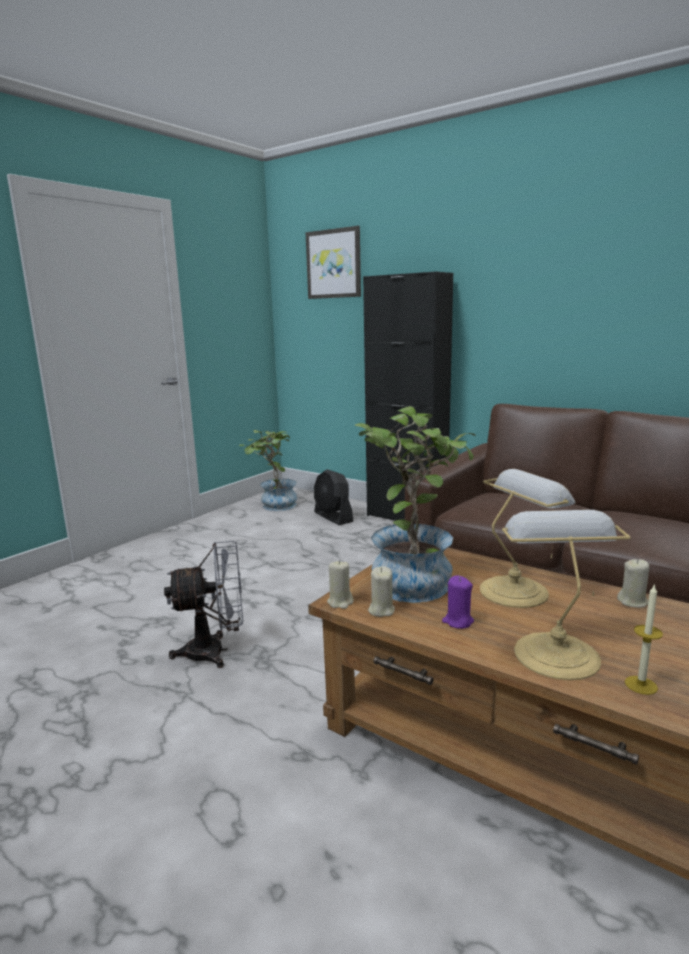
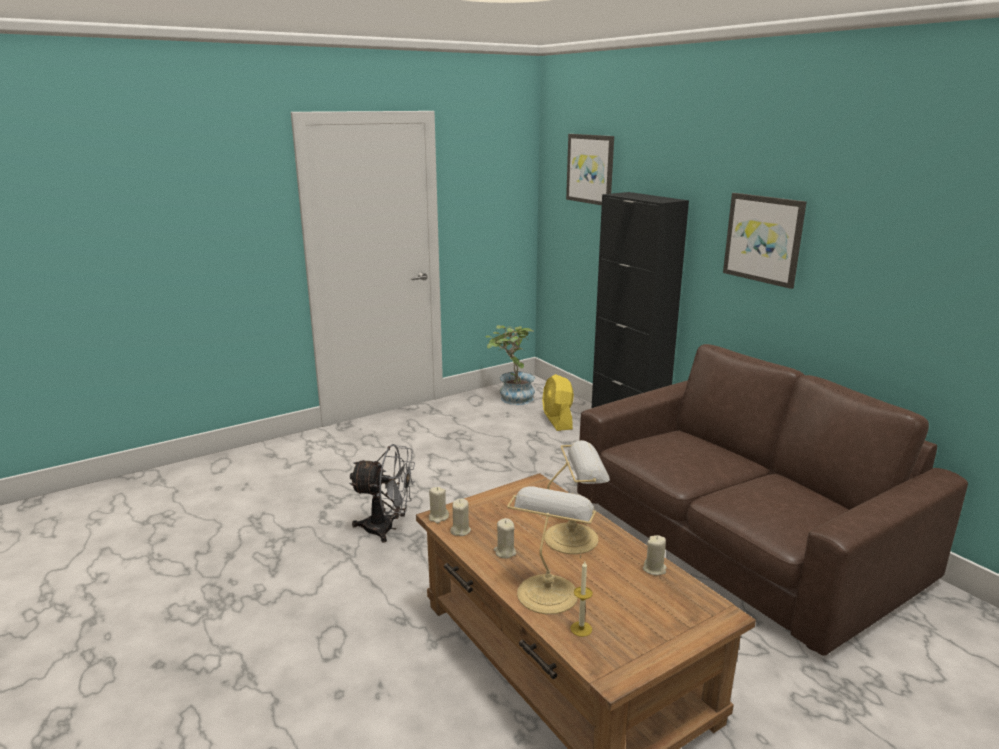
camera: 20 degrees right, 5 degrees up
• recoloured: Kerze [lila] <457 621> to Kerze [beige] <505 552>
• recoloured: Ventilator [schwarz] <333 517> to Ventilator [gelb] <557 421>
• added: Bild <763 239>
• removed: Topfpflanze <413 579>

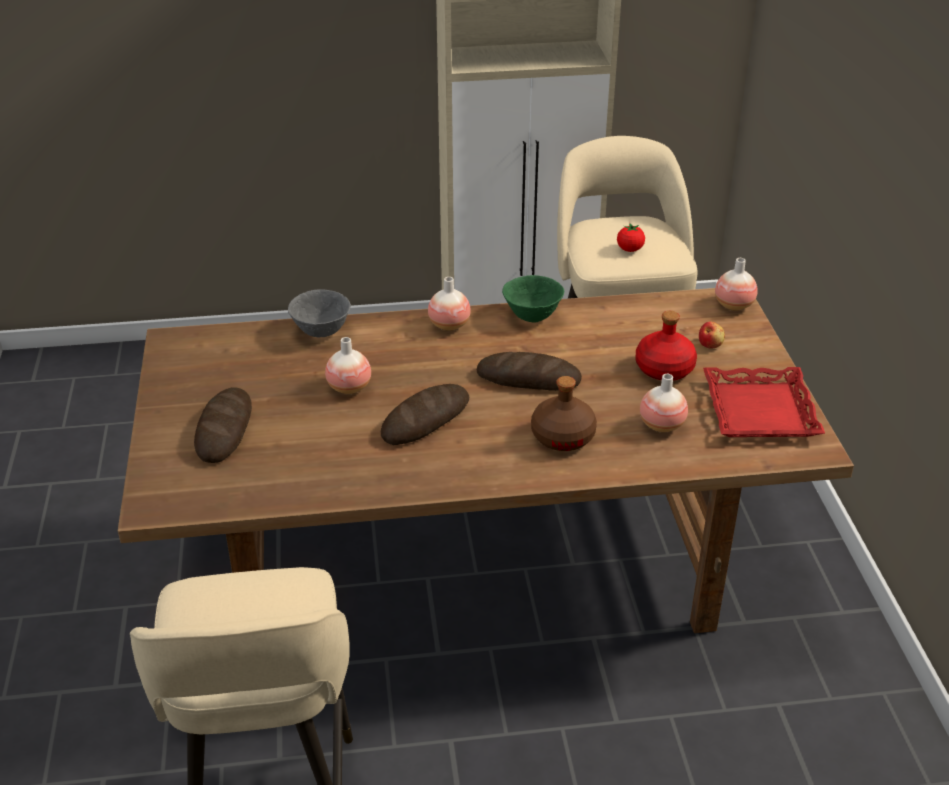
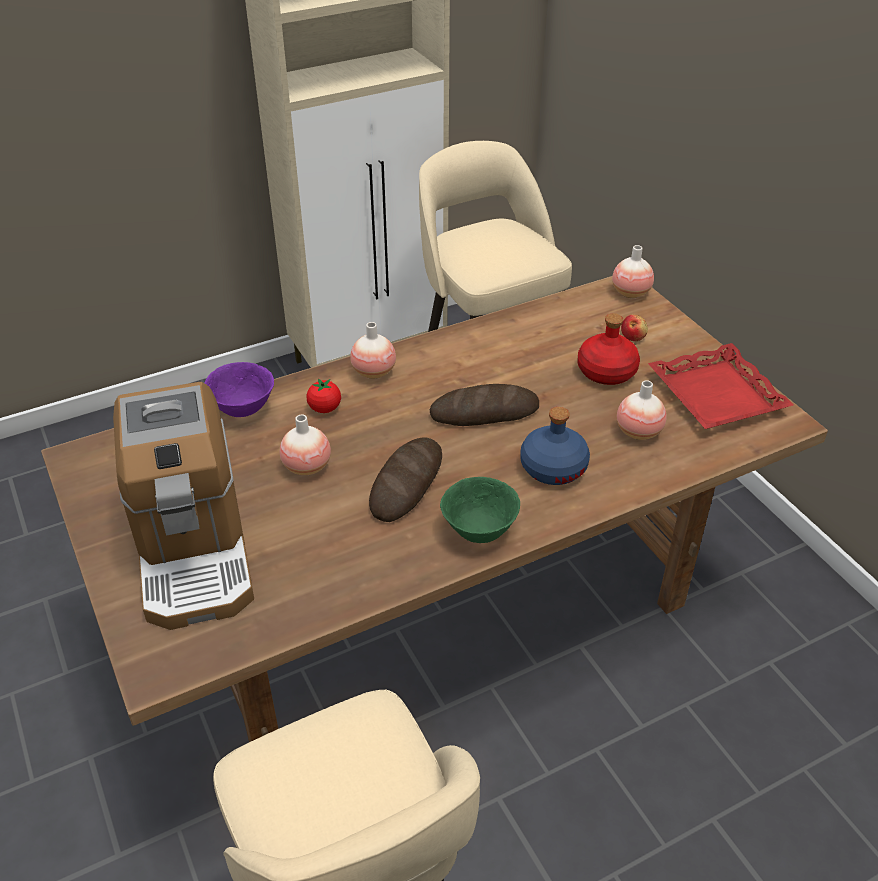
camera: 20 degrees left, 5 degrees up
• replaced: Brot <224 430> to Kaffeemaschine <194 551>
• recoloured: Schüssel [grau] <321 332> to Schüssel [lila] <243 409>
• moved: Tomate <630 249> to <325 408>
• moved: Schüssel [grün] <531 316> to <478 531>
• recoloured: Flasche [braun] <562 436> to Flasche [blau] <553 467>

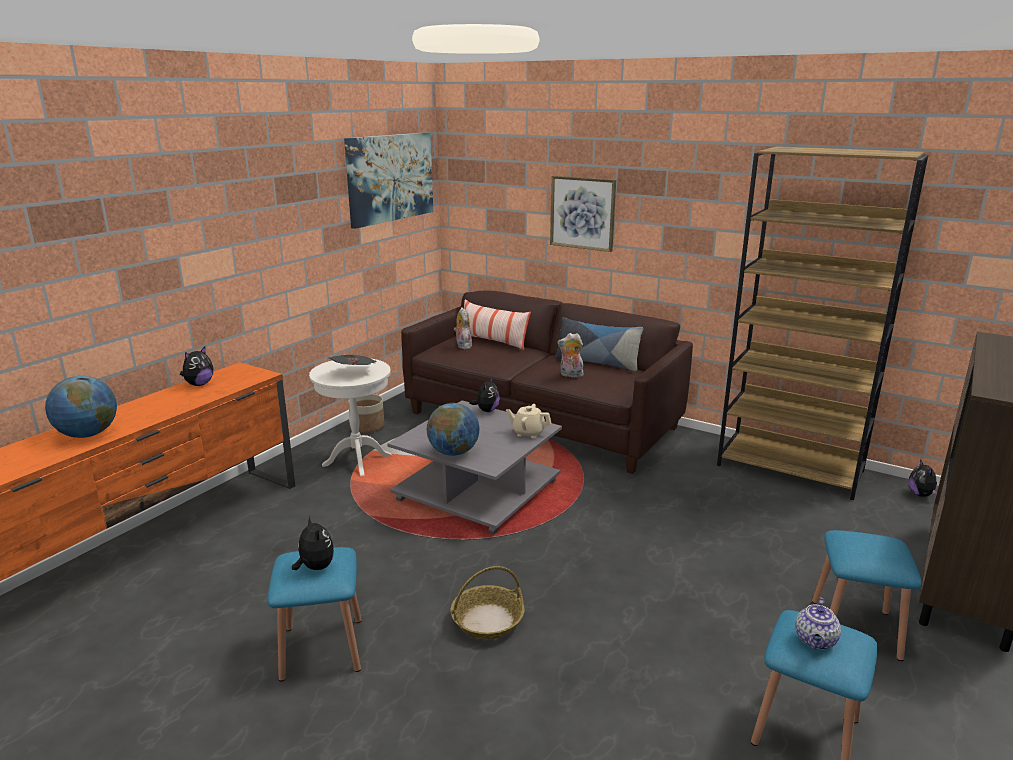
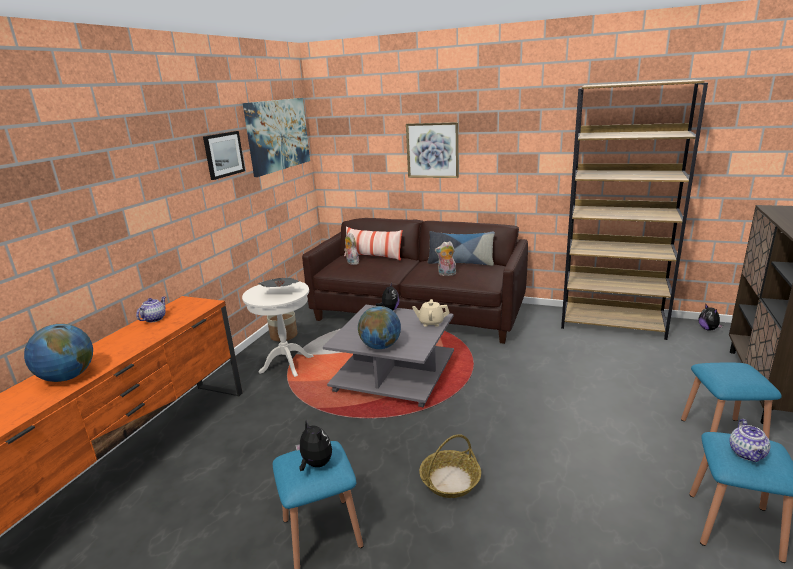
camera: 10 degrees left, 0 degrees up
• replaced: Plüschtier <199 384> to Teekanne <154 319>
• added: Bild <223 154>

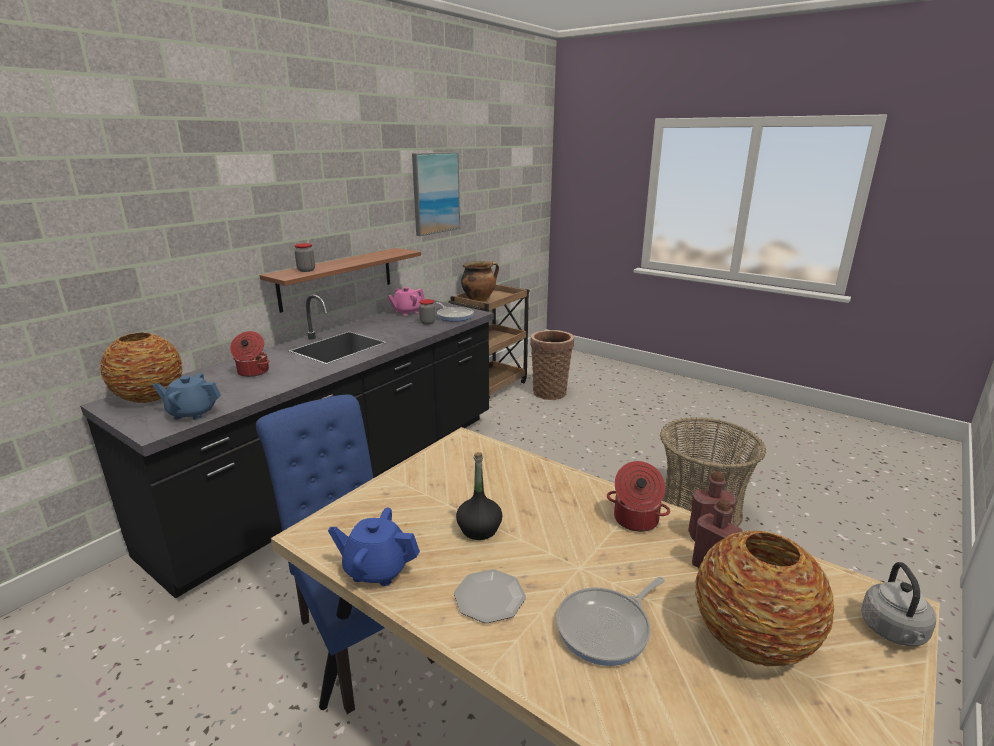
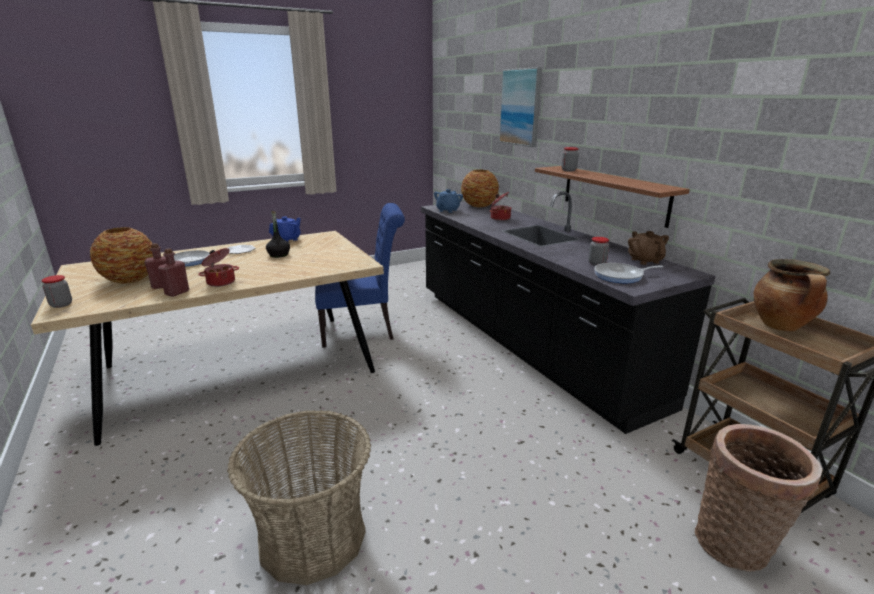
camera: 115 degrees right, 0 degrees up
• replaced: Wasserkessel [grau] <893 632> to Vorratsglas <61 304>
• moved: Bild <435 193> to <520 107>
• recoloured: Teekanne [rosa] <407 312> to Teekanne [braun] <645 260>

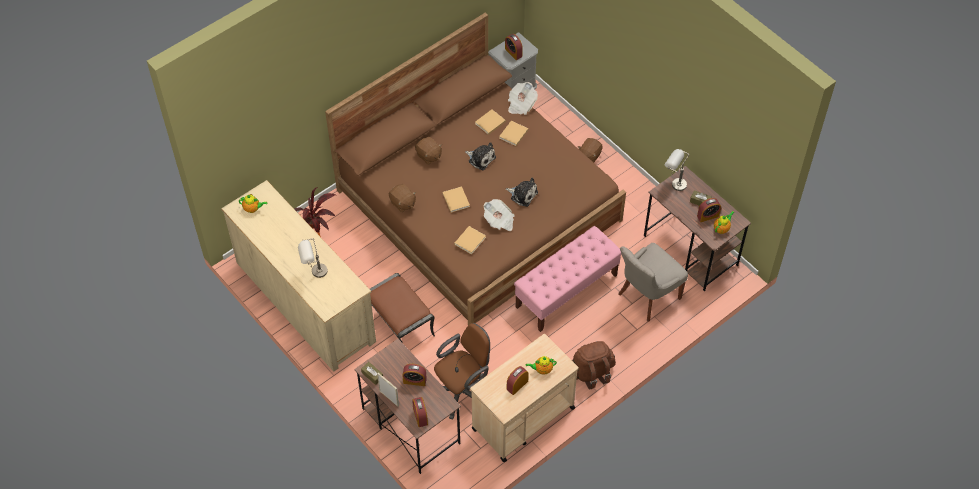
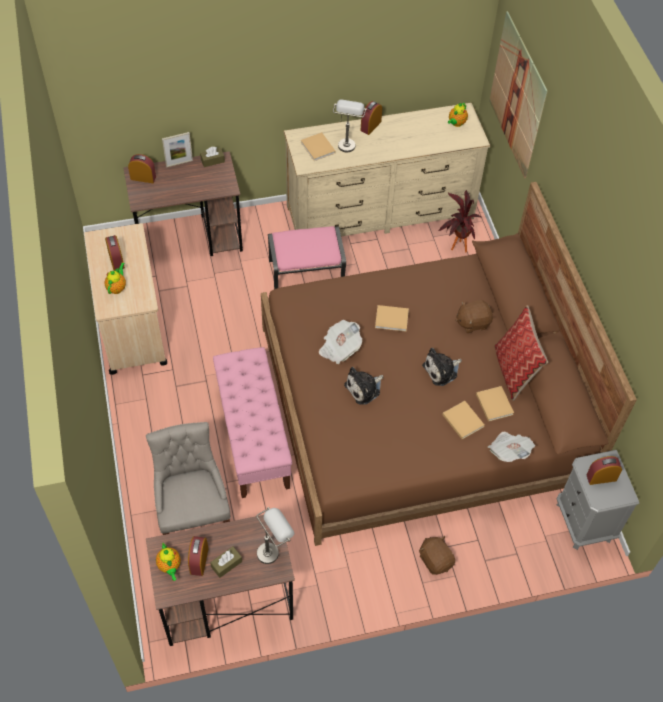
camera: 115 degrees right, 0 degrees up
• recoloured: Polsterhocker [braun] <399 324> to Polsterhocker [rosa] <307 273>
• moved: Buch [beige] <470 240> to <318 148>
• moved: Wecker <414 380> to <370 126>
• added: Bild <517 96>
• added: Kissen <514 371>
• removed: Plüschtier [braun] <402 203>
• removed: Bürostuhl [braun] <463 391>
• removed: Rucksack [braun] <591 373>

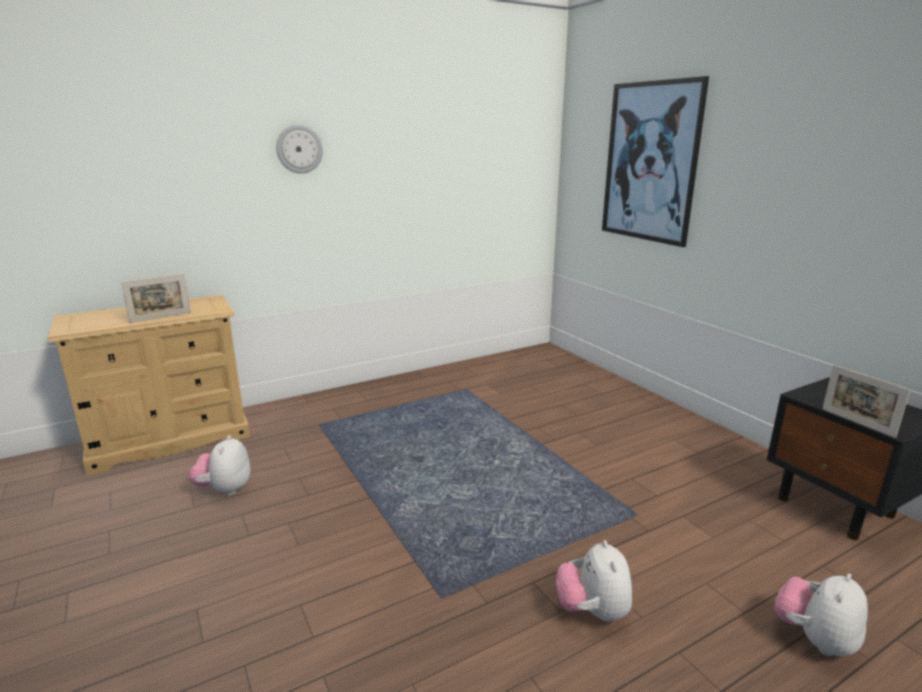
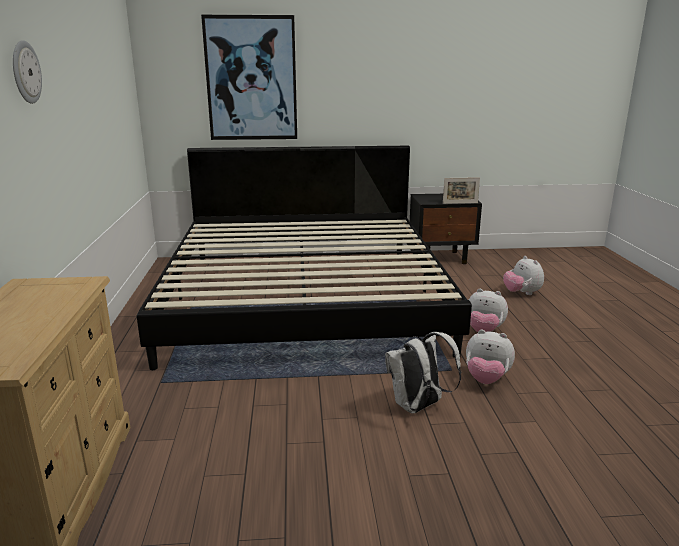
camera: 65 degrees left, 0 degrees up
• added: Bett <305 297>
• added: Rucksack [weiß] <418 407>
• moved: Plüschtier <225 489> to <486 379>
• removed: Bilderrahmen <161 317>

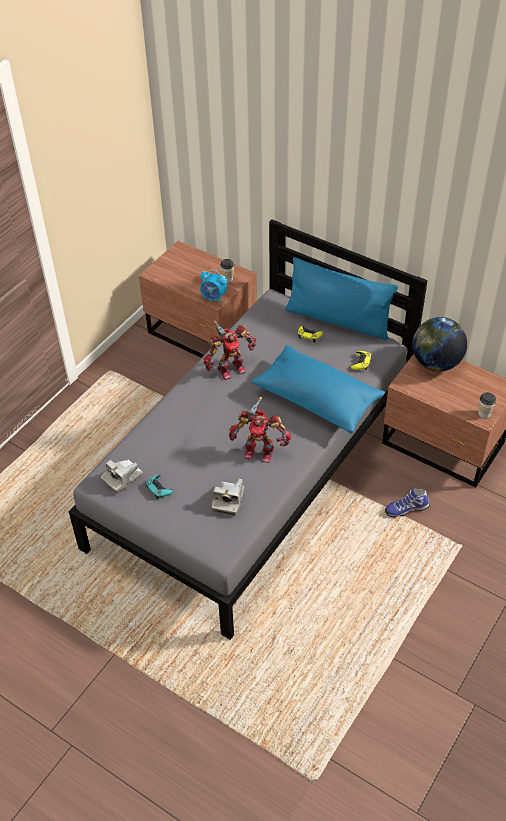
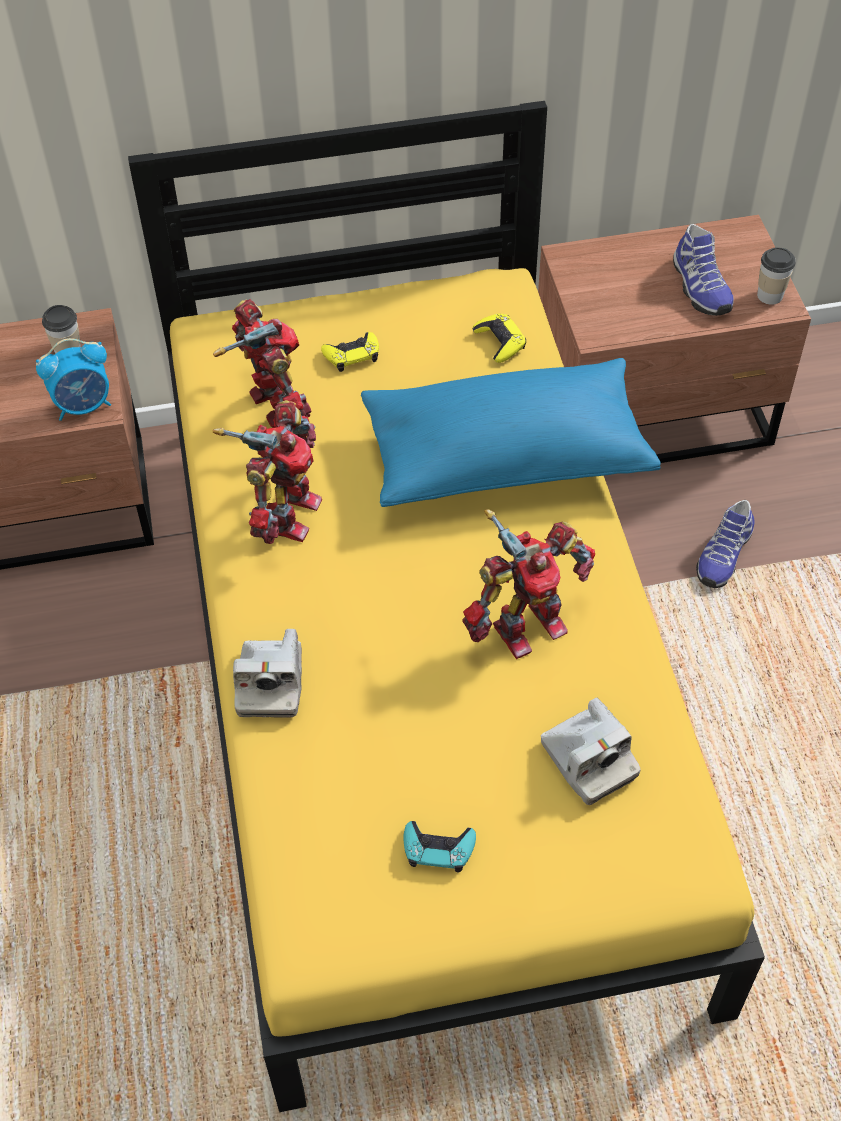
camera: 45 degrees left, 5 degrees up
• recoloured: Bett [grau] <254 471> to Bett [gelb] <424 686>
• added: Spielzeugroboter <274 407>
• moved: Kamera <122 478> to <270 683>
• added: Schuh <698 288>
• removed: Kissen [blau] <338 320>
• removed: Globus <436 363>

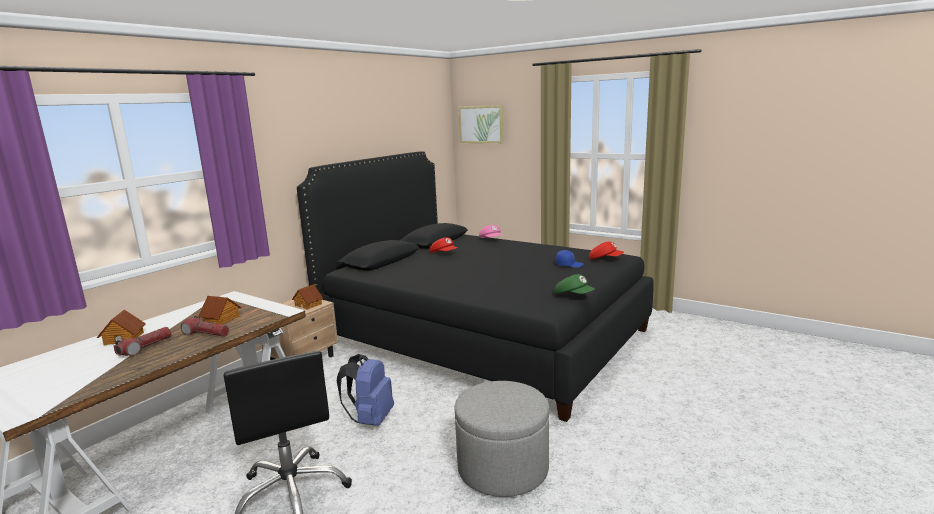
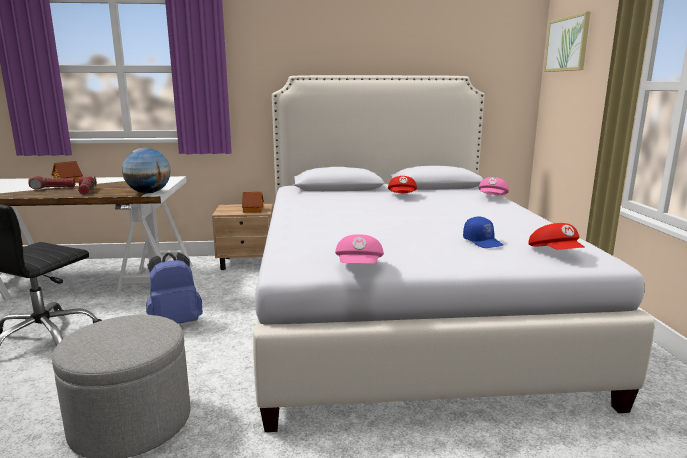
camera: 50 degrees right, 0 degrees up
• added: Globus <149 193>
• recoloured: Bett [schwarz] <482 336> to Bett [weiß] <400 309>
• recoloured: Kappe [grün] <574 295> to Kappe [rosa] <360 267>
• removed: Spielzeughaus <221 320>

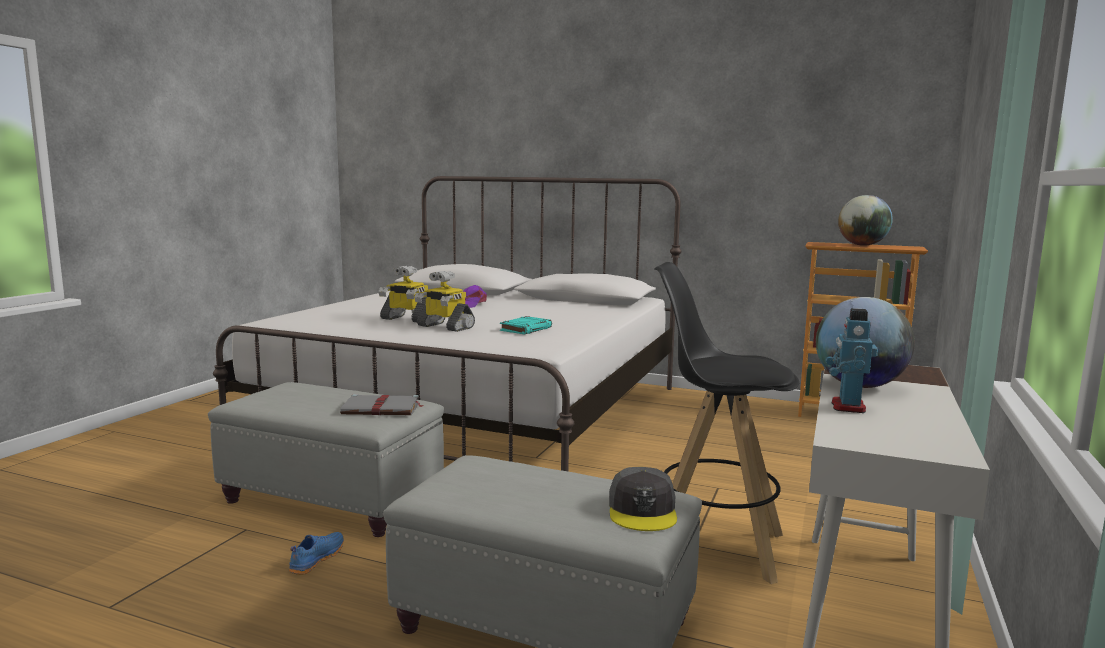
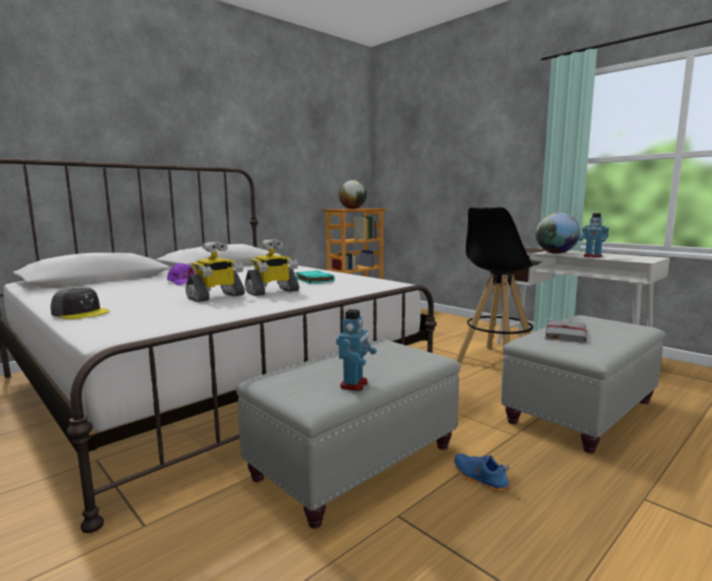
camera: 65 degrees left, 0 degrees up
• moved: Kappe [grau] <643 511> to <81 313>
• added: Spielzeugroboter <354 385>
• moved: Buch [grau] <382 409> to <565 333>

